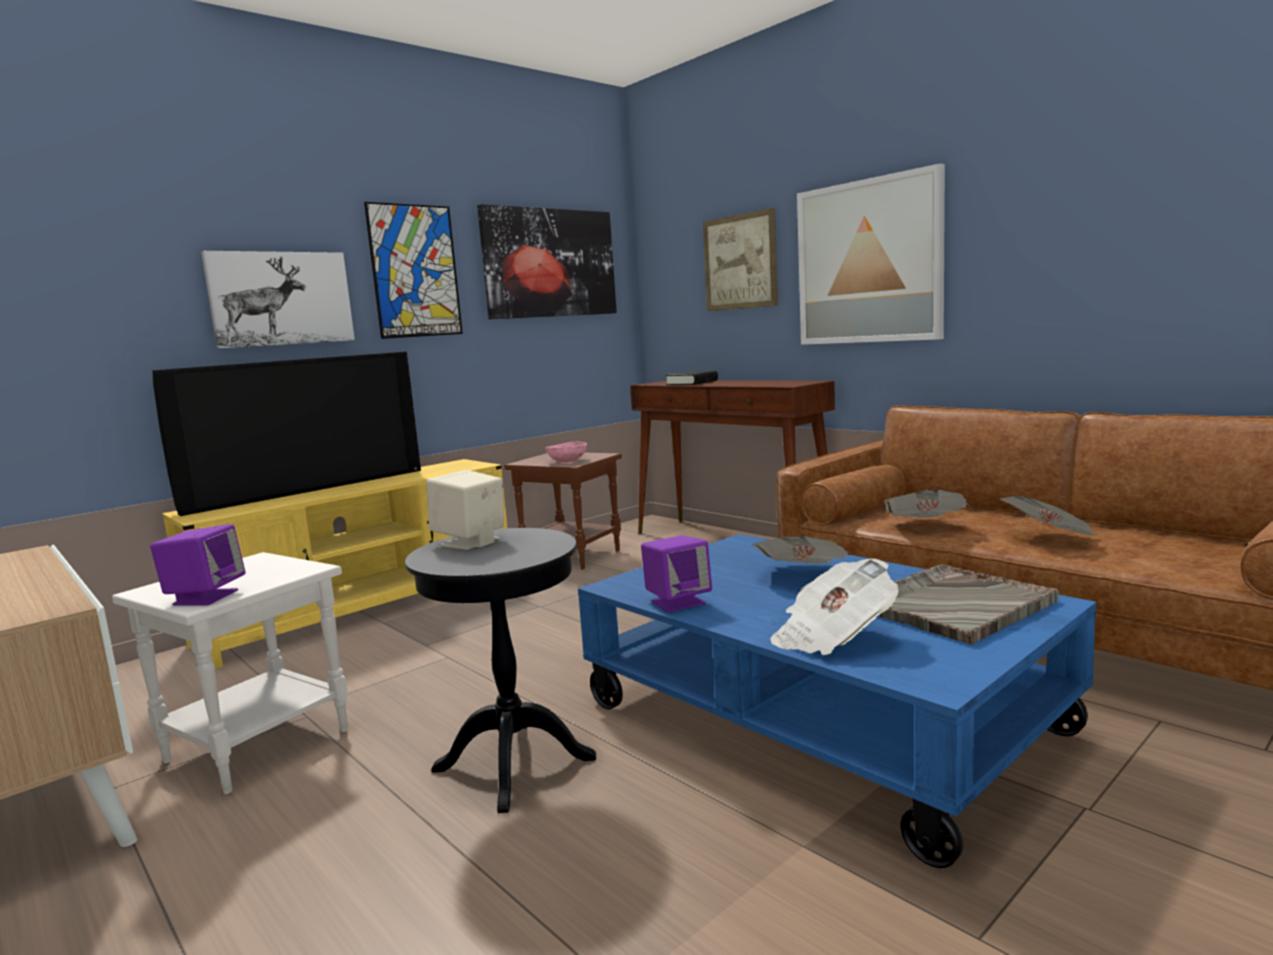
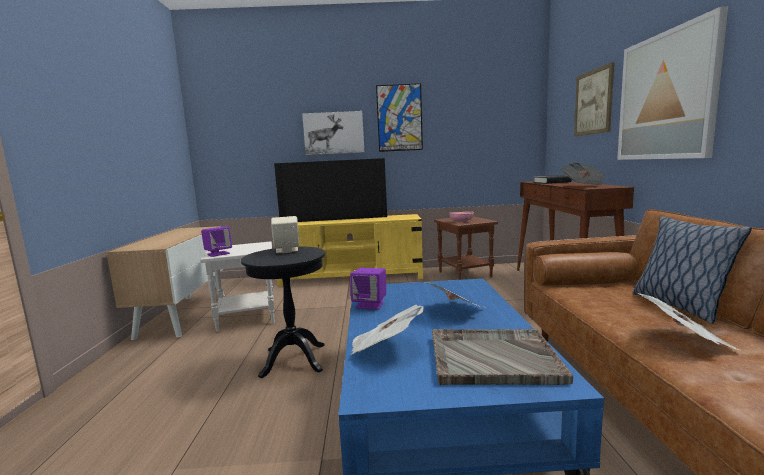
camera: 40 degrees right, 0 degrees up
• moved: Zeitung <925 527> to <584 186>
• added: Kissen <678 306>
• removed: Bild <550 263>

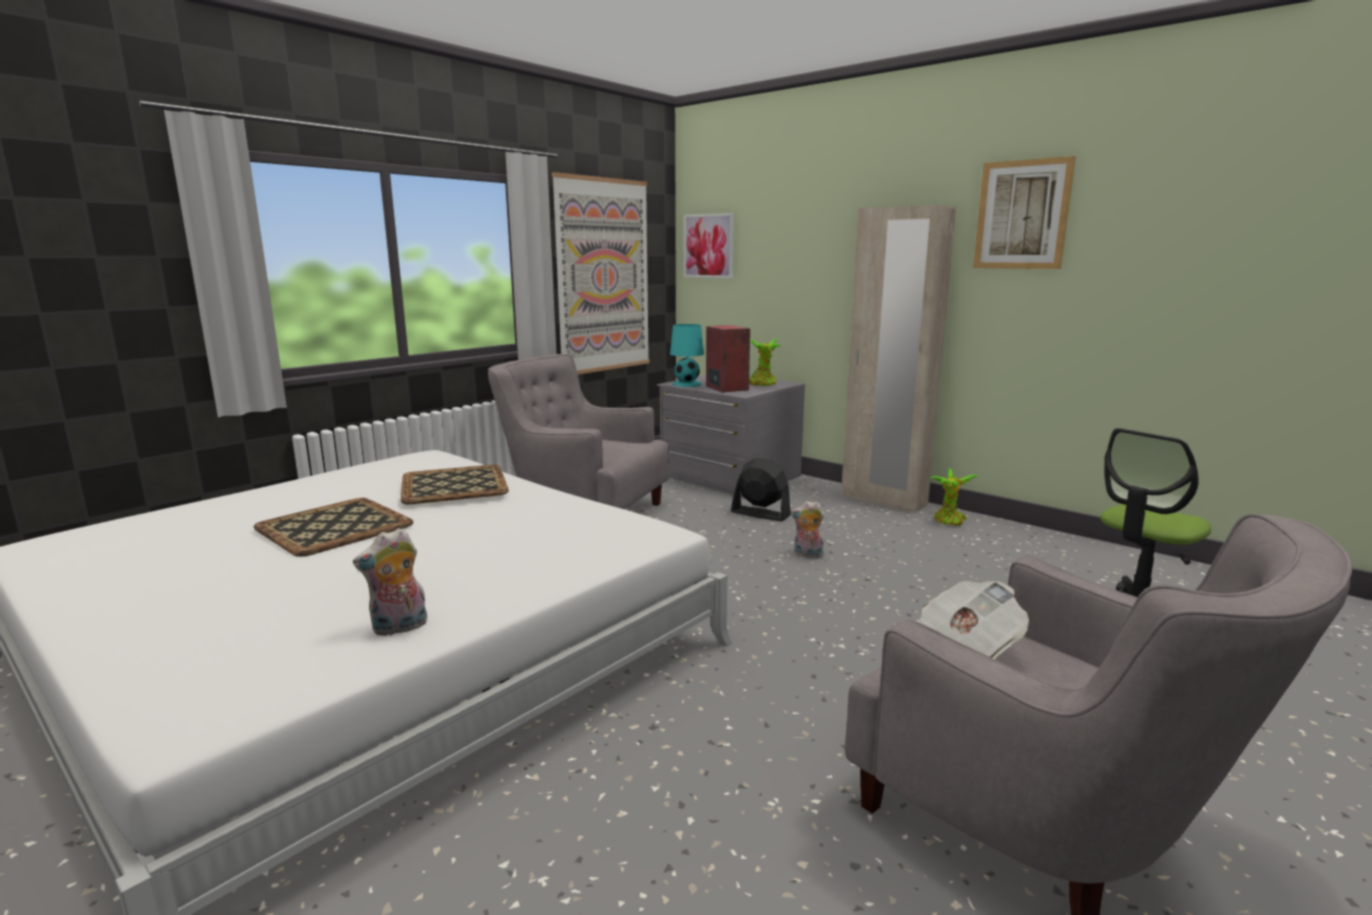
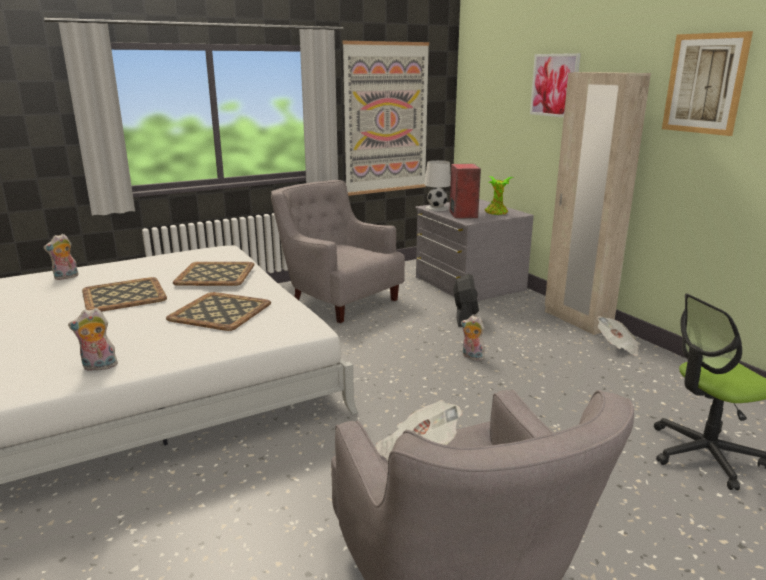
camera: 20 degrees right, 5 degrees up
• added: Plüschtier <66 277>
• added: Tablett <220 312>
• recoloured: Tischlampe [türkis] <686 384> to Tischlampe [weiß] <436 208>
• turned: Ventilator [schwarz] <760 514> = <465 318> 45 degrees clockwise
• moved: Bild <708 246> to <554 85>
• replaced: Topfpflanze <949 521> to Zeitung <617 347>

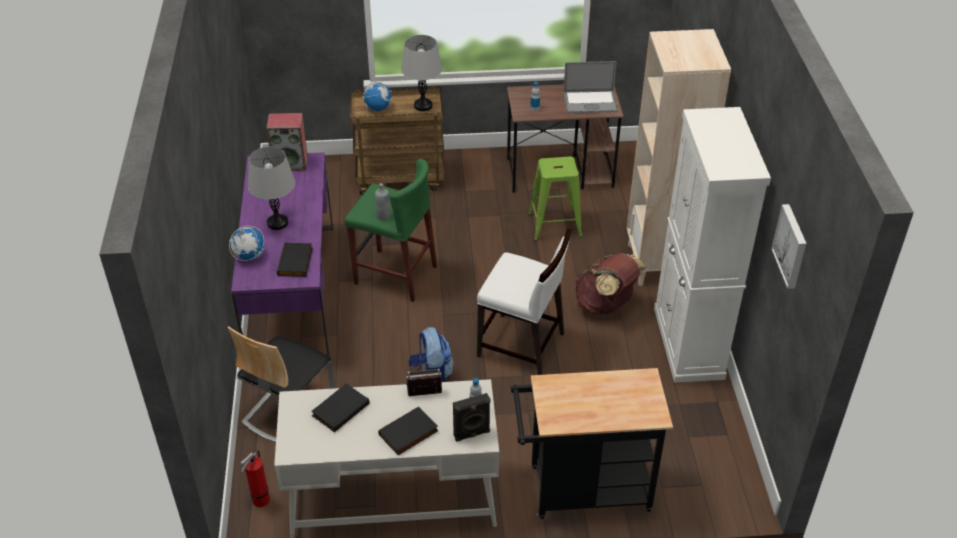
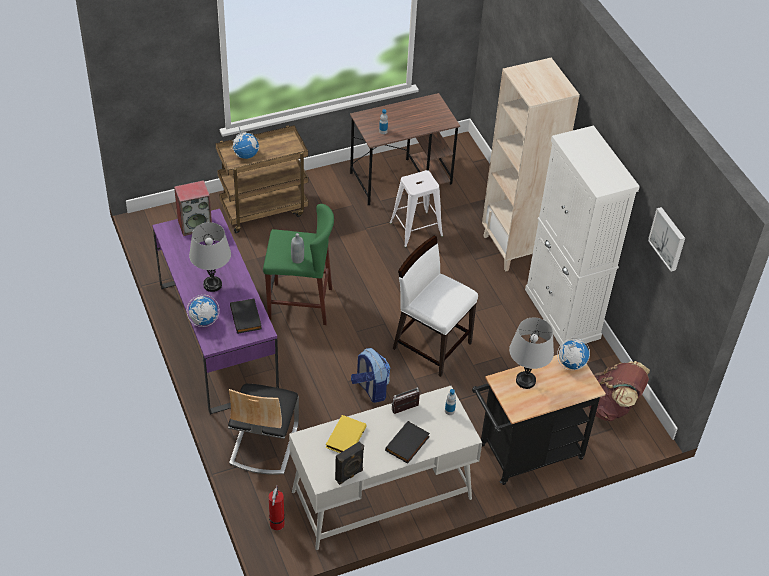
camera: 20 degrees left, 5 degrees up
• recoloured: Buch [schwarz] <340 409> to Buch [gelb] <345 437>
• moved: Lautsprecher [schwarz] <472 434> to <349 475>
• recoloured: Hocker [grün] <555 225> to Hocker [weiß] <416 229>
• turned: Stuhl [weiß] <521 345> = <431 345> 150 degrees counterclockwise
• moved: Tischlampe [grau] <423 106> to <525 381>
• added: Globus <571 364>
• moved: Rucksack [braun] <605 305> to <611 407>
• removed: Laptop <590 102>

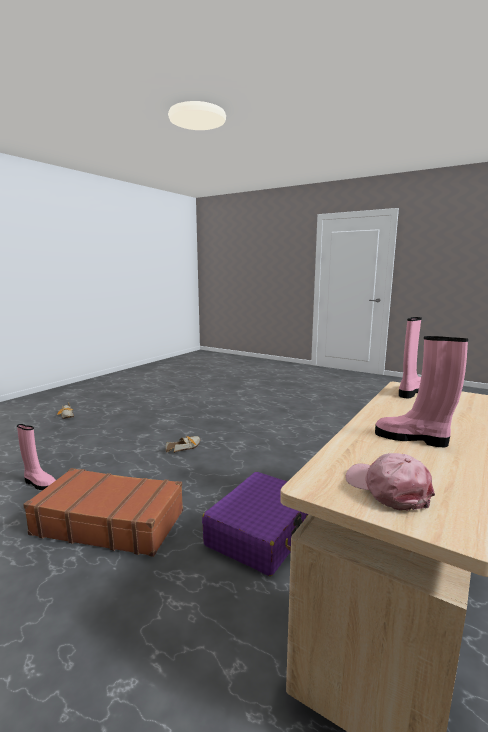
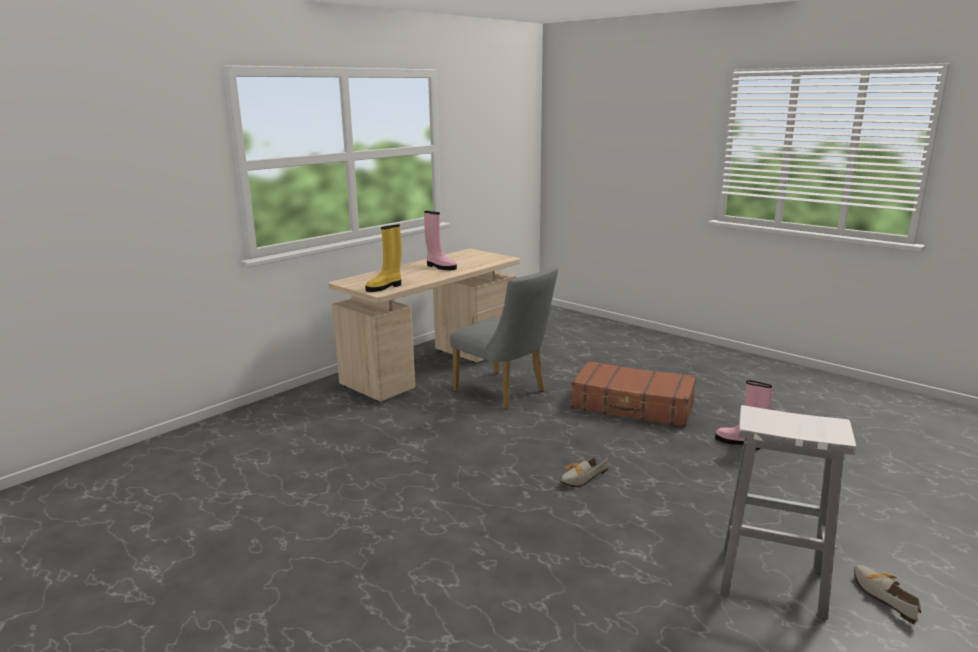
camera: 170 degrees left, 5 degrees up
• recoloured: Stiefel [rosa] <410 392> to Stiefel [gelb] <385 287>
• replaced: Koffer [lila] <263 532> to Stuhl [grau] <505 392>
• added: Hocker [weiß] <769 581>
• removed: Kappe [rosa] <387 489>

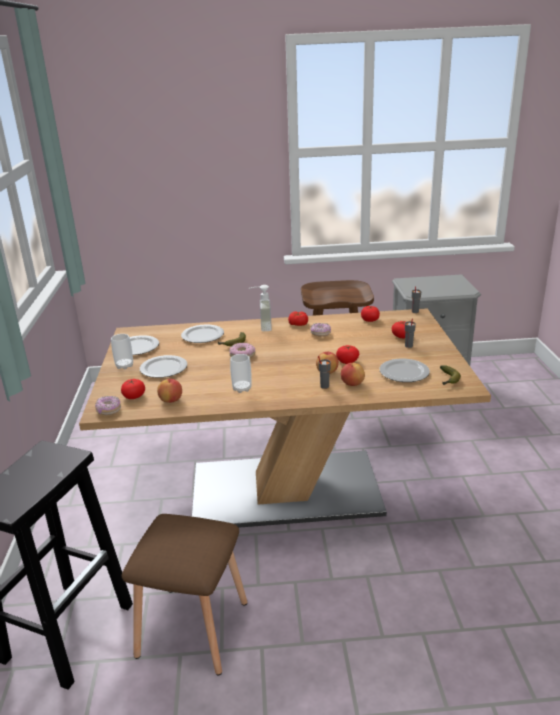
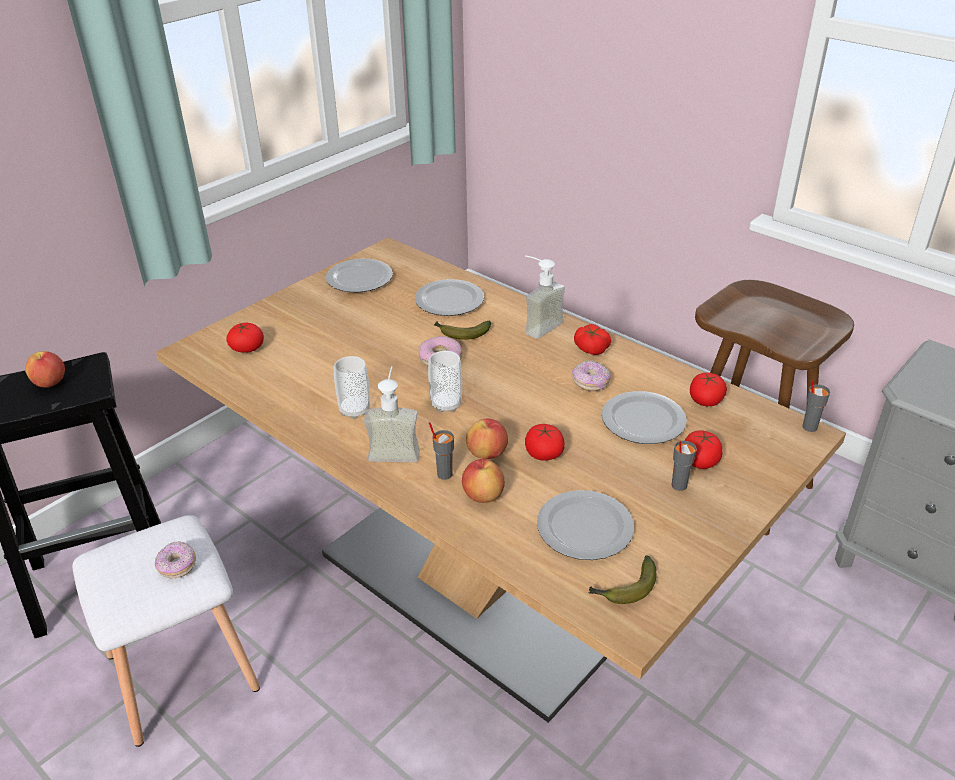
camera: 45 degrees right, 10 degrees up
• moved: Apfel <171 400> to <50 383>
• recoloured: Hocker [braun] <192 627> to Hocker [weiß] <184 670>
• moved: Donut <108 410> to <177 566>
• added: Seifenspender <395 449>
• moved: Tasse <124 366> to <446 404>
• moved: Teller <163 368> to <643 420>

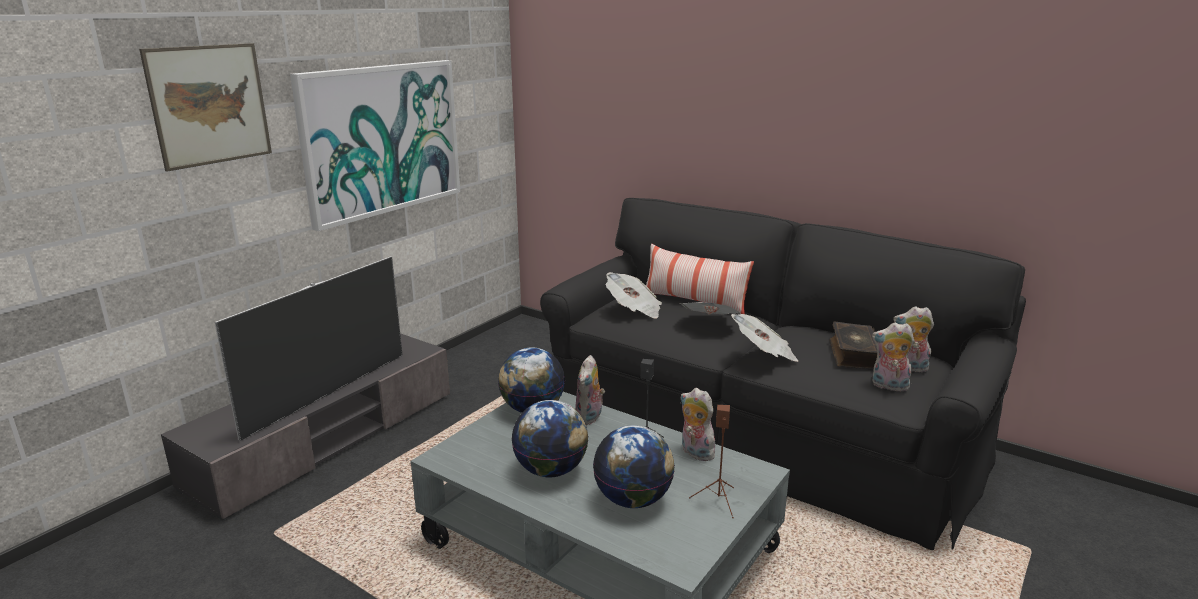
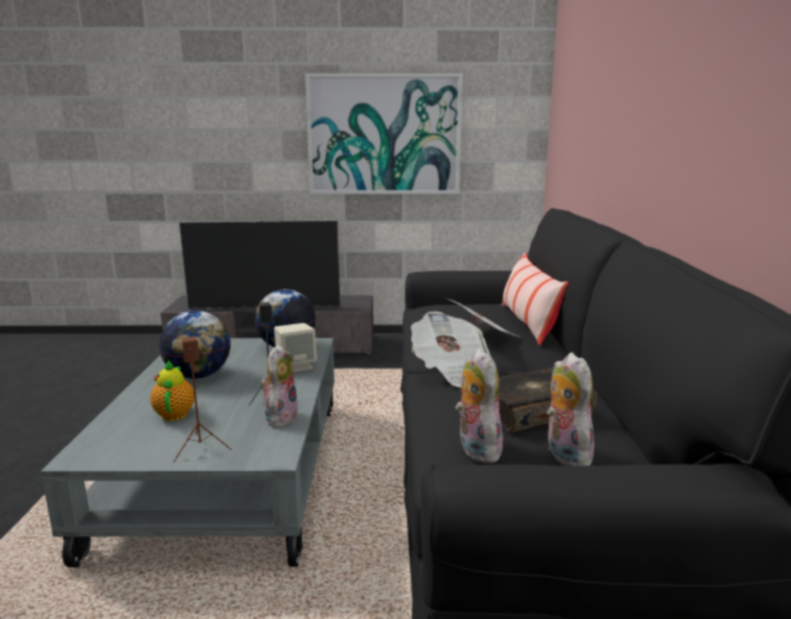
camera: 55 degrees right, 5 degrees down
• replaced: Globus <633 500> to Teekanne <175 413>
• replaced: Plüschtier <590 418> to Lautsprecher [beige] <296 366>
• removed: Bild <210 105>
• removed: Zeitung <634 310>

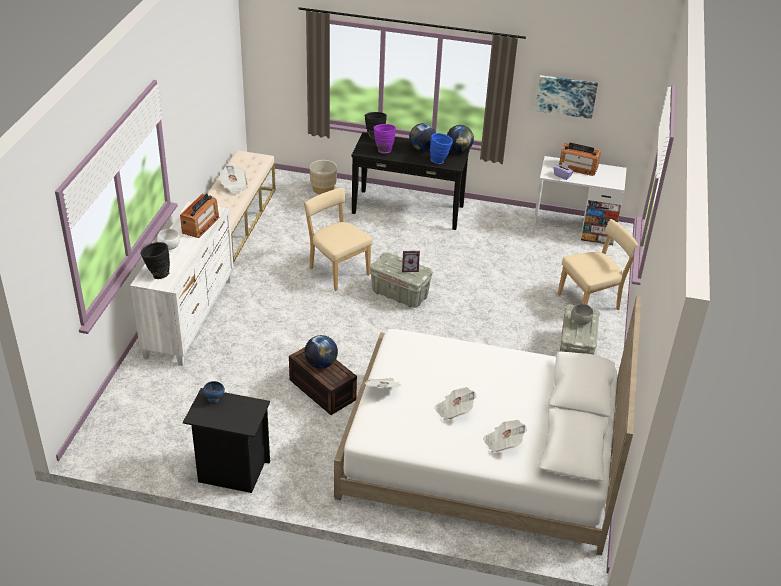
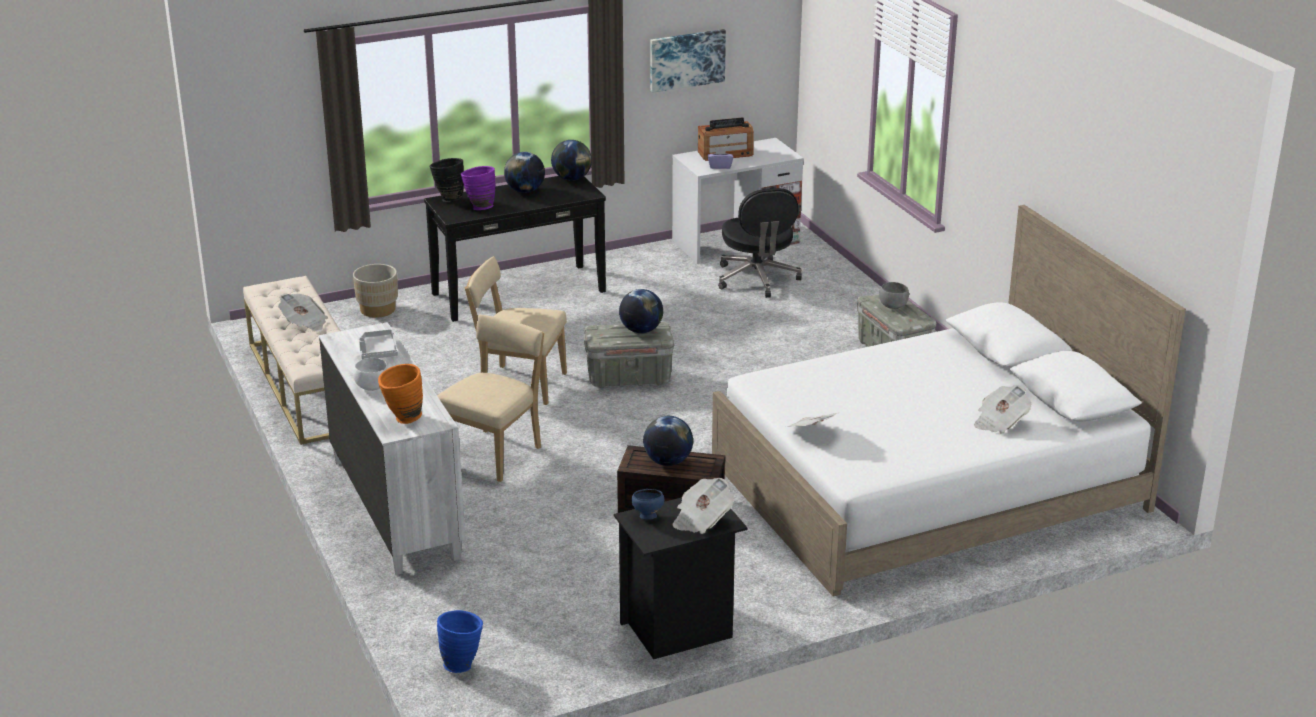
camera: 35 degrees left, 10 degrees down
• replaced: Radio <200 225> to Tablett [grau] <377 351>
• recoloured: Vase [schwarz] <157 274> to Vase [orange] <402 419>
• moved: Stuhl [beige] <591 302> to <495 453>
• moved: Vase [blau] <440 161> to <462 664>
• replaced: Bilderrahmen <409 269> to Globus <641 330>
• moved: Zeitung <454 411> to <701 520>
• added: Bürostuhl [schwarz] <757 279>

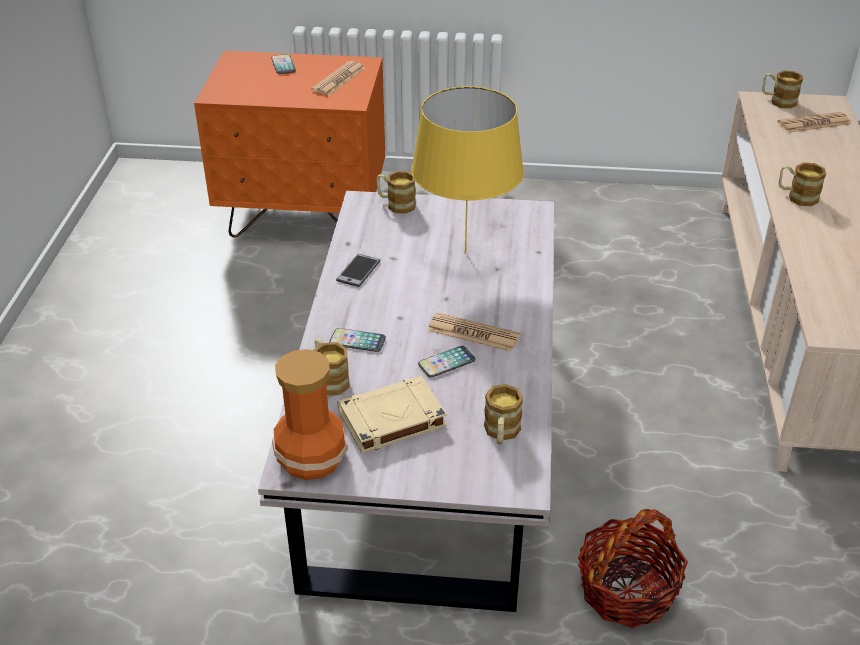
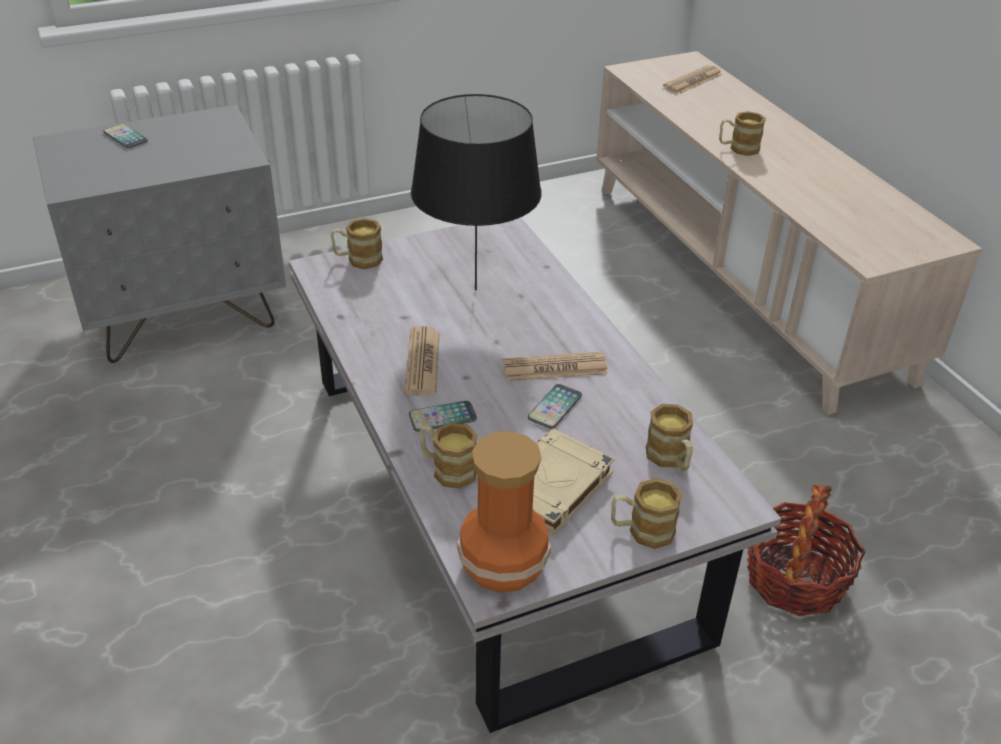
camera: 30 degrees left, 0 degrees up
• recoloured: Nachttisch [orange] <304 217> to Nachttisch [grau] <185 316>
• moved: Zeitung <338 79> to <422 362>
• recoloured: Tischlampe [gelb] <465 253> to Tischlampe [schwarz] <475 289>
• moved: Henkelbecher <778 101> to <642 530>
• removed: Handy <358 271>

